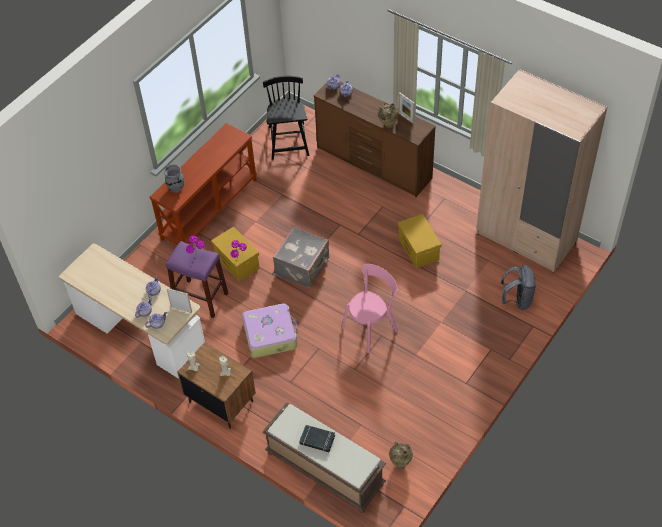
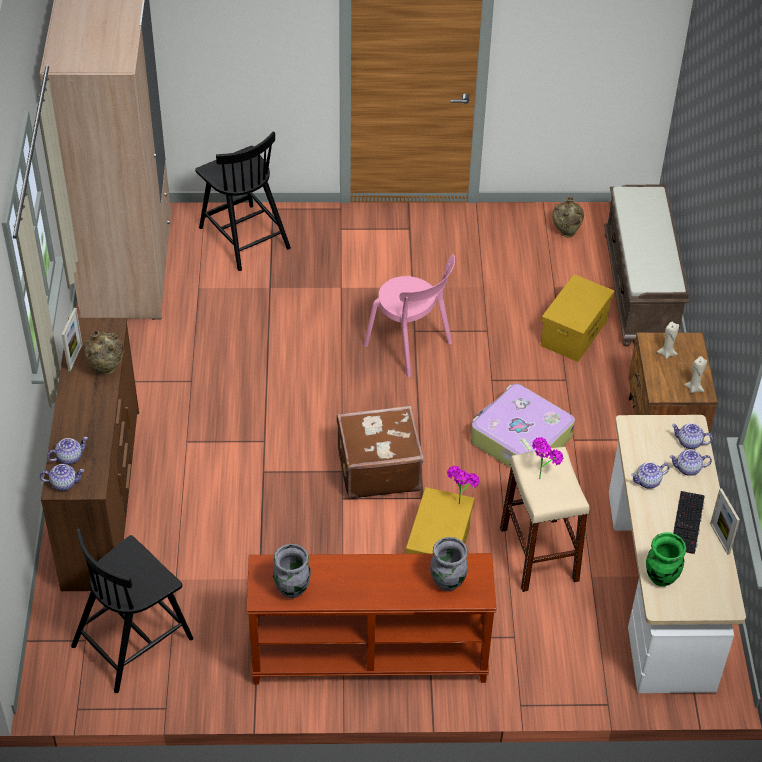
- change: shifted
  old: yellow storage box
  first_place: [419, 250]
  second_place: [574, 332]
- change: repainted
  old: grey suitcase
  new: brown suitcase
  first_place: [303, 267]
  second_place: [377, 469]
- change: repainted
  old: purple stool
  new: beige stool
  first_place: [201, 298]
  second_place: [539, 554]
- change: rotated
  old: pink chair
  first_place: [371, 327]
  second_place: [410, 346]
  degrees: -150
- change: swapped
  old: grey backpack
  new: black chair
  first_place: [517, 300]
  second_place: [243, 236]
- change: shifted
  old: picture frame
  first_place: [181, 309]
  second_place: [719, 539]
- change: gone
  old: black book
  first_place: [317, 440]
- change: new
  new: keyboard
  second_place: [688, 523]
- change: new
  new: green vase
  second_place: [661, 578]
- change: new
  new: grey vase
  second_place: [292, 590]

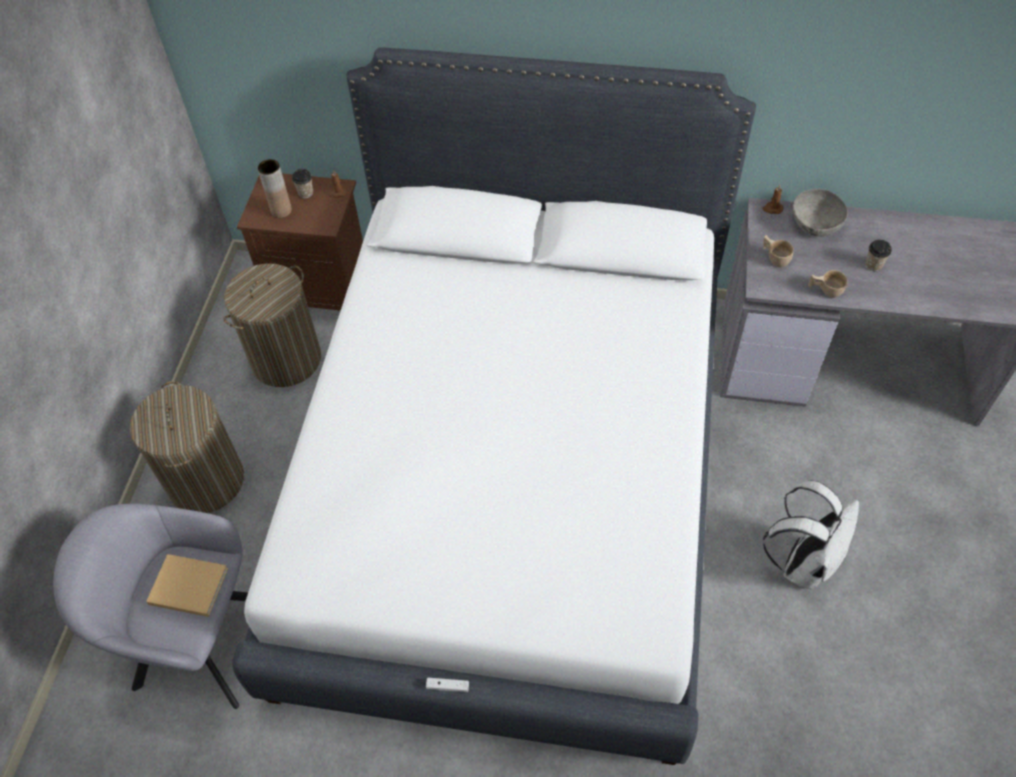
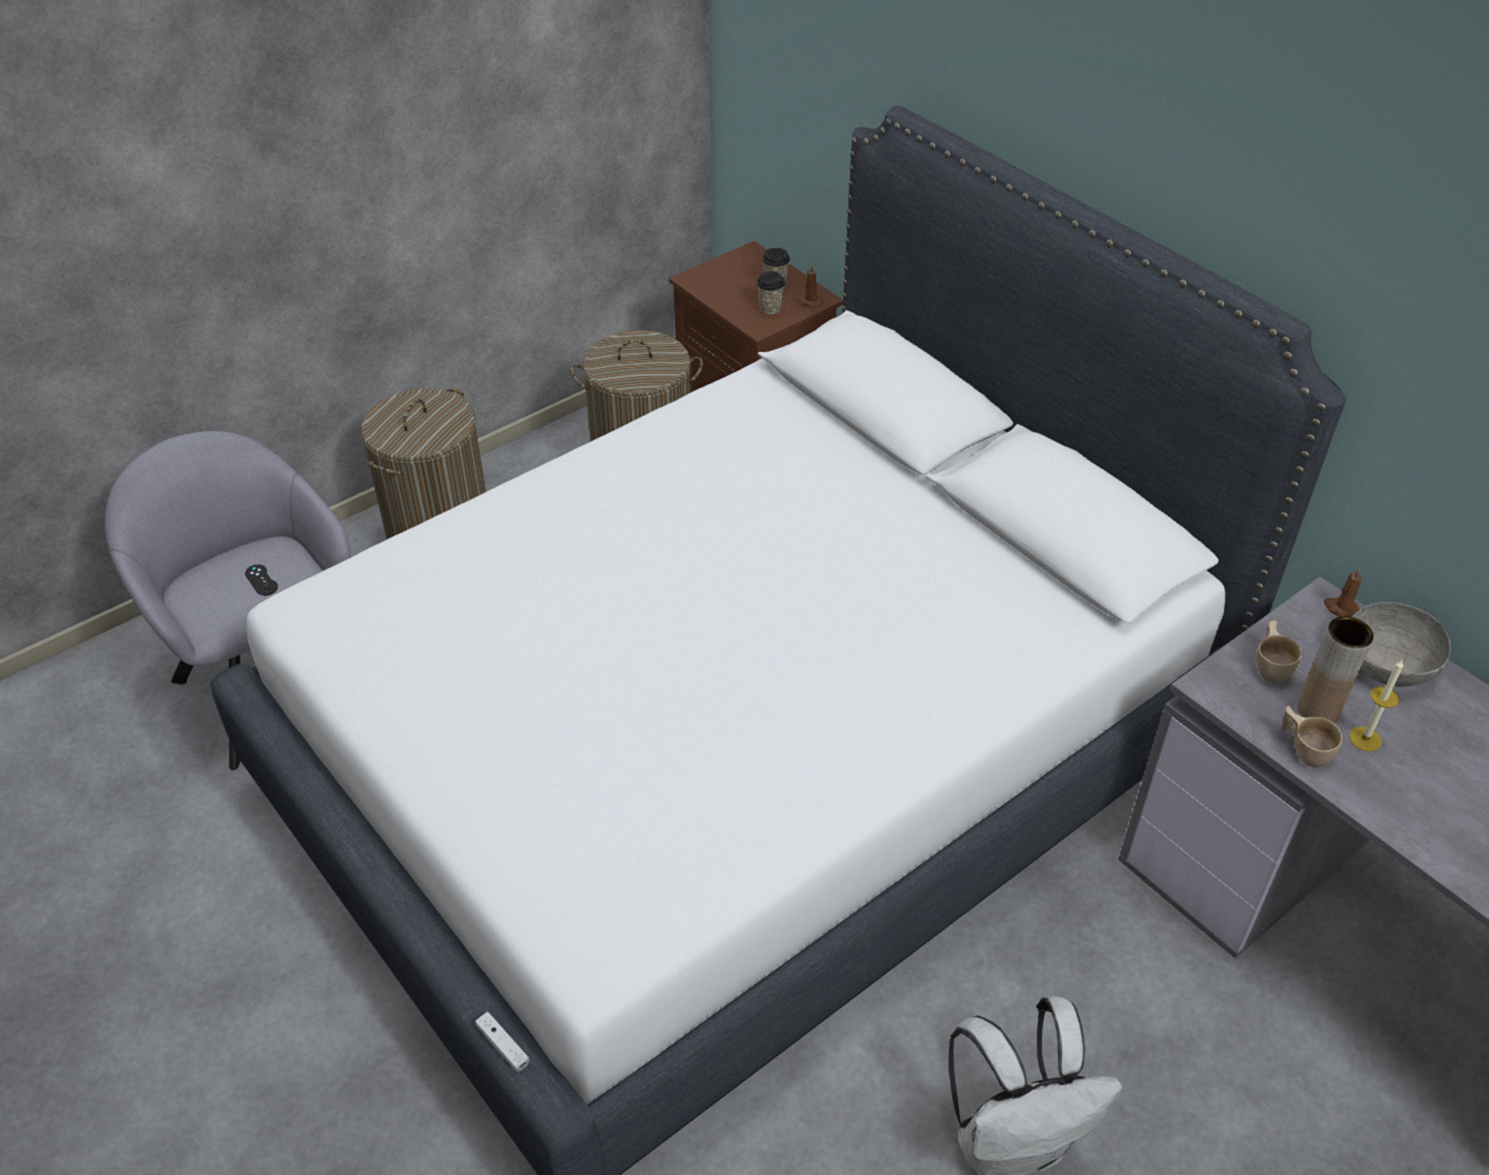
- change: shifted
  old: brown vase
  first_place: [281, 211]
  second_place: [1317, 710]
- change: shifted
  old: cup
  first_place: [873, 265]
  second_place: [770, 308]
- change: swapped
  old: beige book
  new: black game controller
  first_place: [186, 586]
  second_place: [261, 580]
- change: shifted
  old: white game controller
  first_place: [447, 686]
  second_place: [503, 1046]
- change: new
  new: candle
  second_place: [1365, 739]

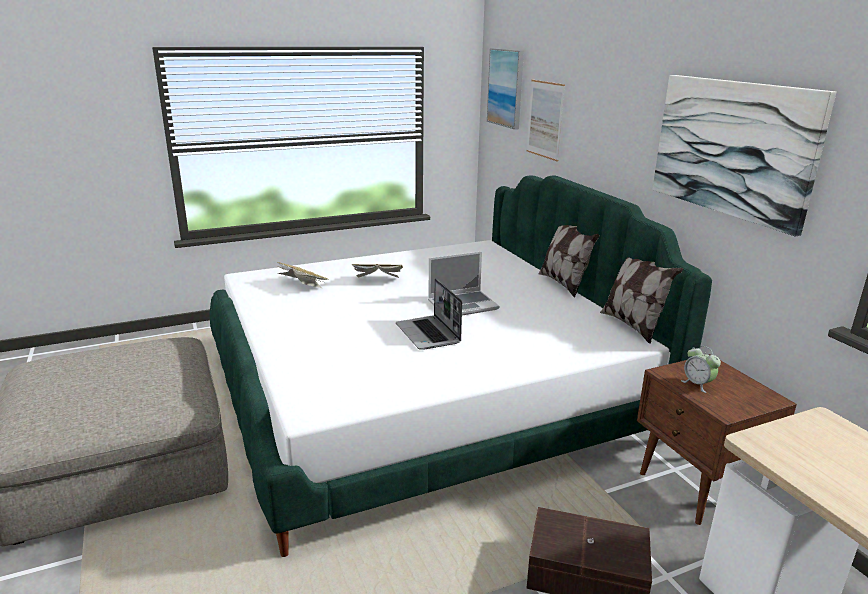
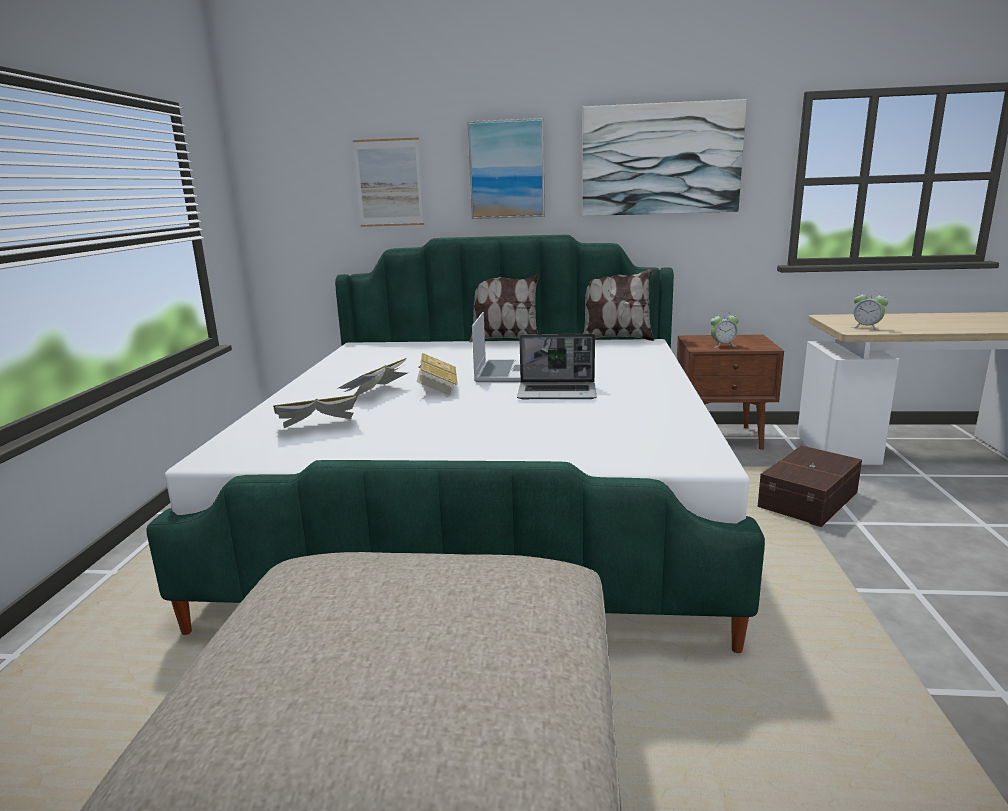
- change: shifted
  old: picture
  first_place: [506, 88]
  second_place: [507, 169]
- change: new
  new: alarm clock
  second_place: [866, 327]
- change: new
  new: book
  second_place: [437, 388]

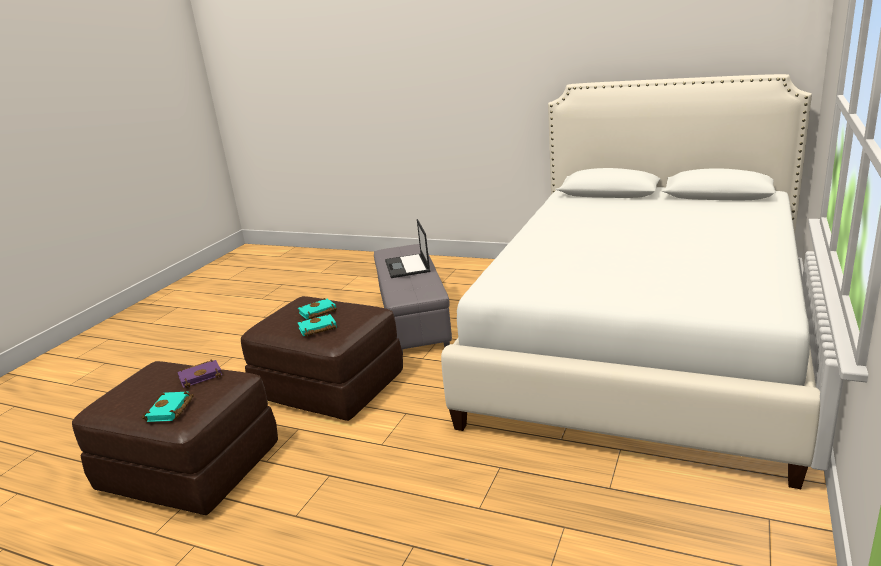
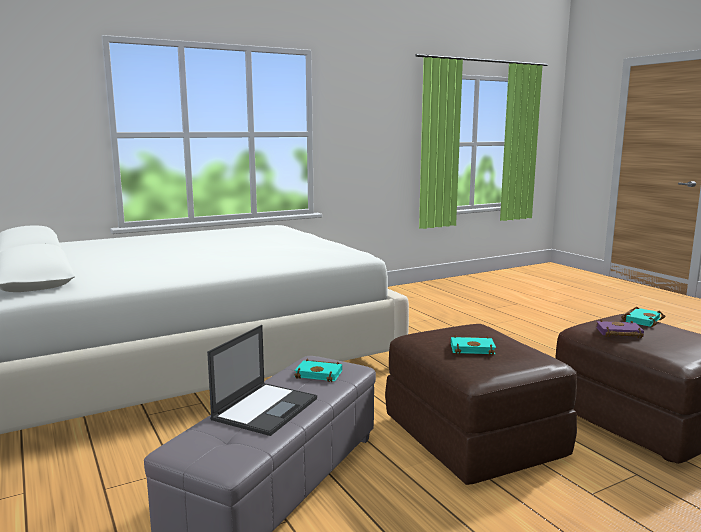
- change: shifted
  old: turquoise book
  first_place: [317, 329]
  second_place: [320, 374]

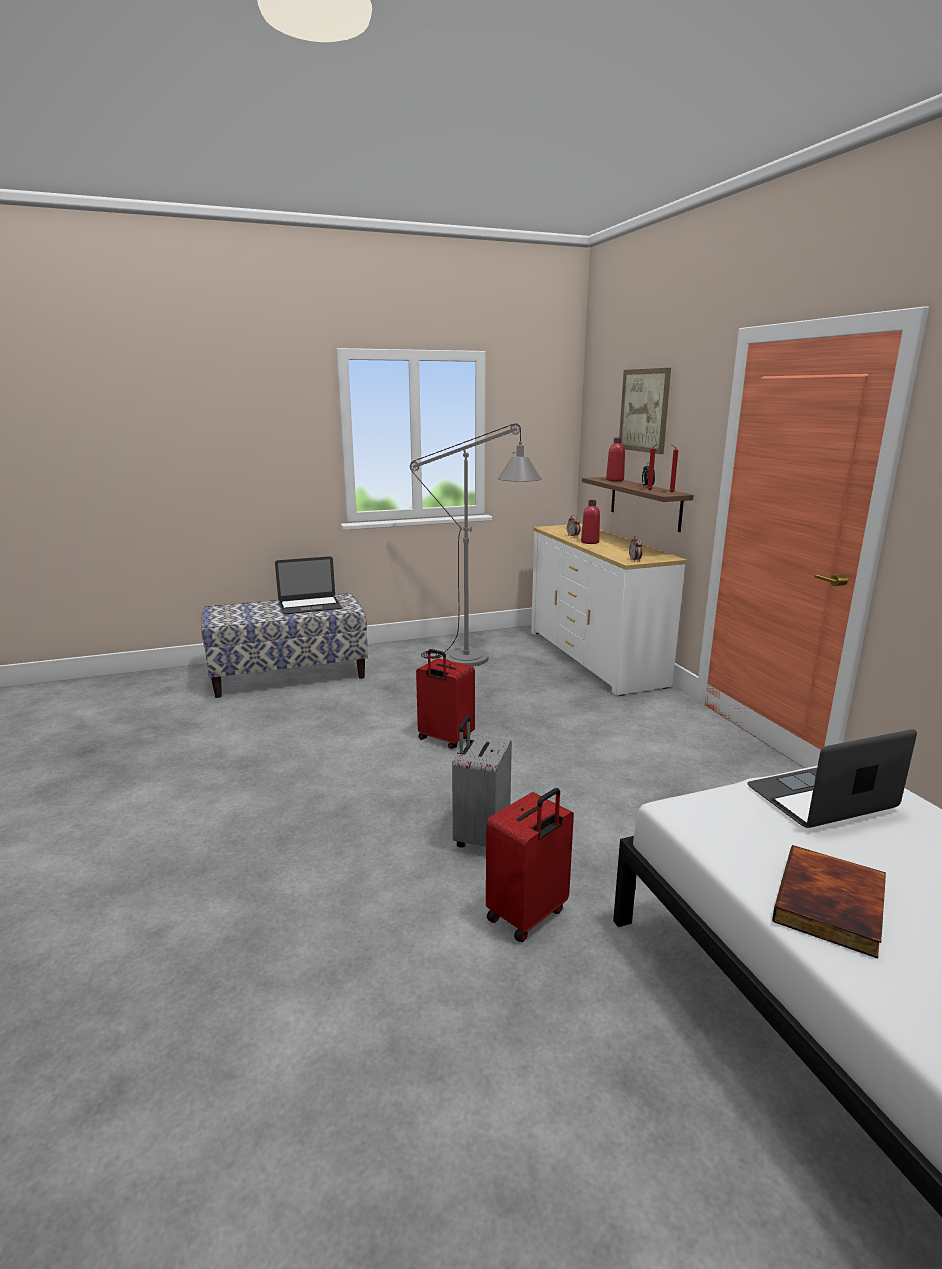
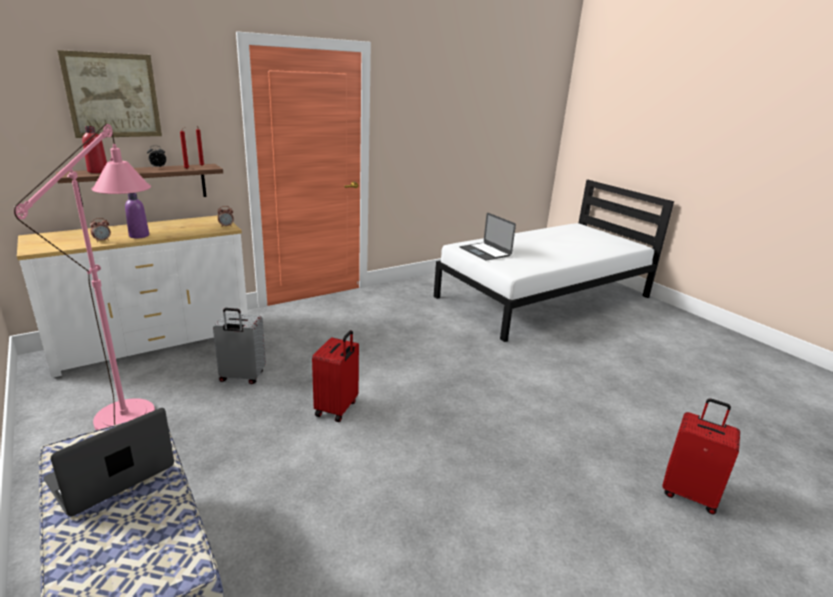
- change: repainted
  old: grey floor lamp
  new: pink floor lamp
  first_place: [479, 660]
  second_place: [134, 408]
- change: repainted
  old: red bottle
  new: purple bottle
  first_place: [590, 542]
  second_place: [139, 236]
- change: rotated
  old: laptop
  first_place: [310, 605]
  second_place: [111, 473]
  degrees: -105
- change: shifted
  old: grey suitcase
  first_place: [480, 836]
  second_place: [242, 377]
- change: shifted
  old: red suitcase
  first_place: [528, 915]
  second_place: [689, 494]
- change: gone
  old: book
  first_place: [832, 905]

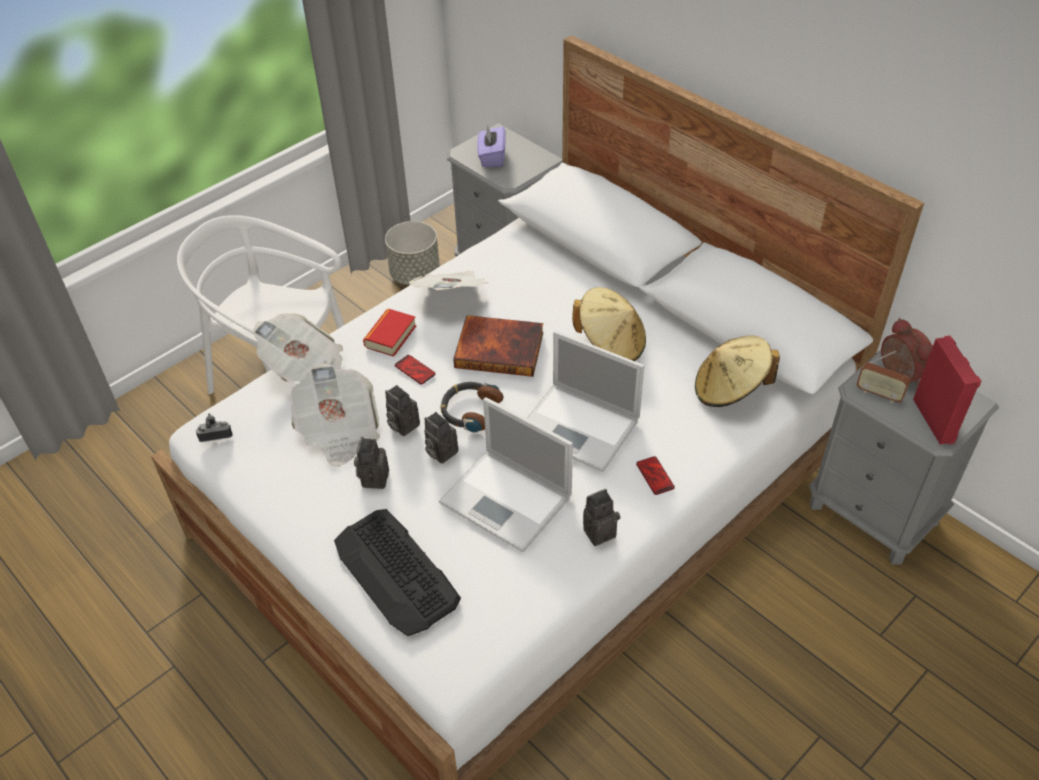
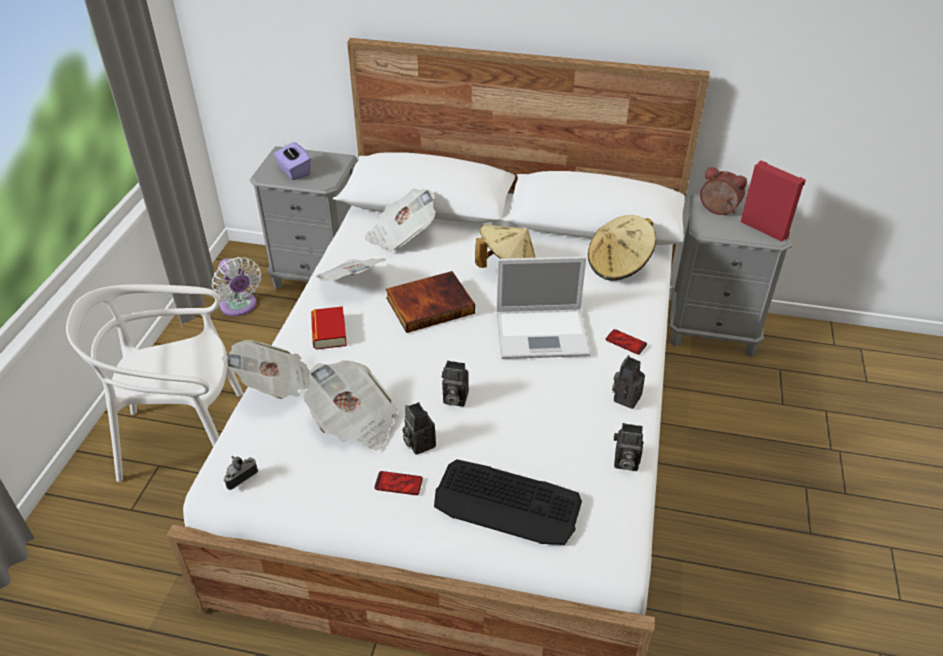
- change: swapped
  old: grey planter
  new: white fan
  first_place: [415, 274]
  second_place: [240, 307]
- change: gone
  old: radio
  first_place: [879, 394]
- change: shifted
  old: phone
  first_place: [415, 370]
  second_place: [398, 484]
- change: gone
  old: headphones
  first_place: [470, 410]
- change: shifted
  old: photo camera
  first_place: [402, 425]
  second_place: [624, 462]
- change: gone
  old: laptop
  first_place: [508, 500]
- change: new
  new: newspaper
  second_place: [401, 235]

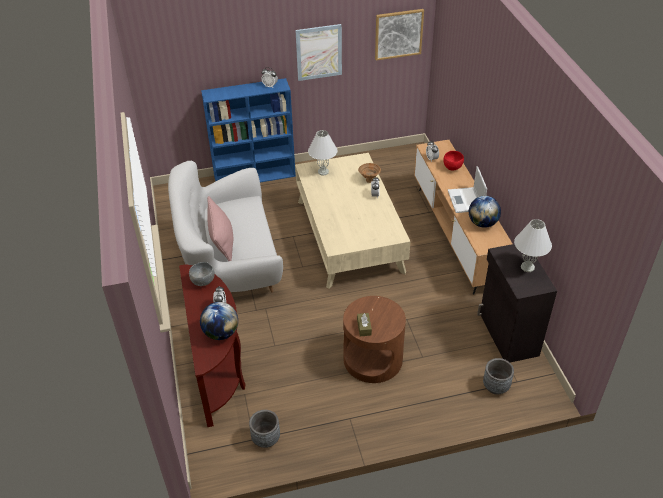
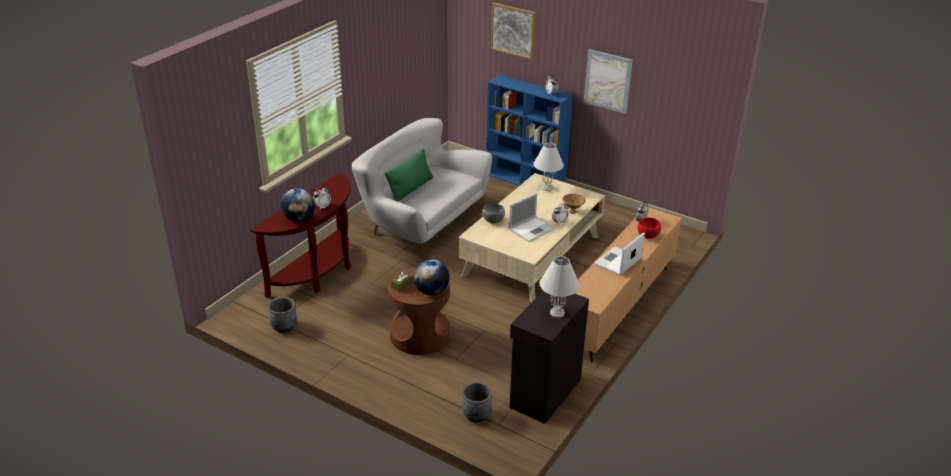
- change: shifted
  old: picture
  first_place: [398, 34]
  second_place: [513, 30]
- change: repainted
  old: pink pillow
  new: green pillow
  first_place: [222, 241]
  second_place: [410, 189]
- change: shifted
  old: globe
  first_place: [482, 223]
  second_place: [431, 291]
- change: shifted
  old: grey bowl
  first_place: [203, 282]
  second_place: [493, 221]
- change: new
  new: laptop
  second_place: [532, 229]

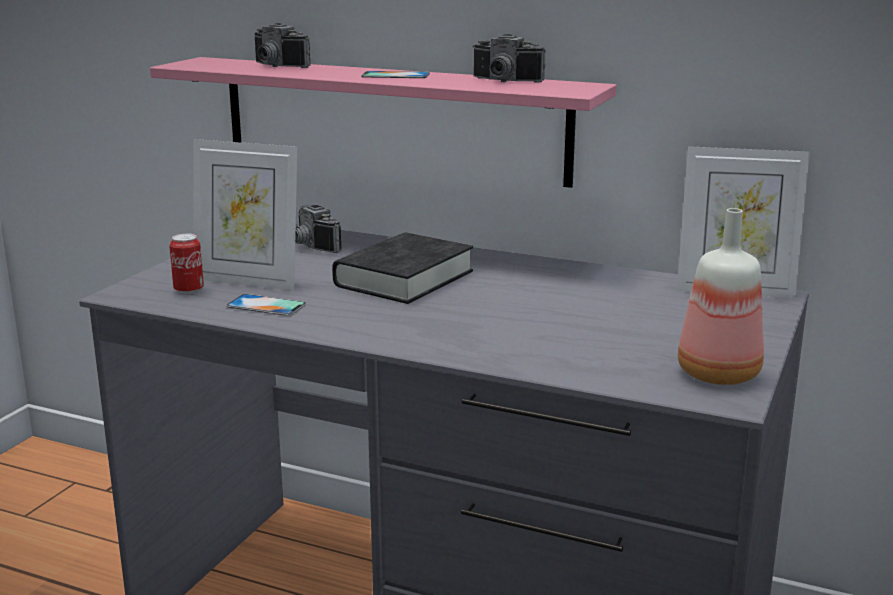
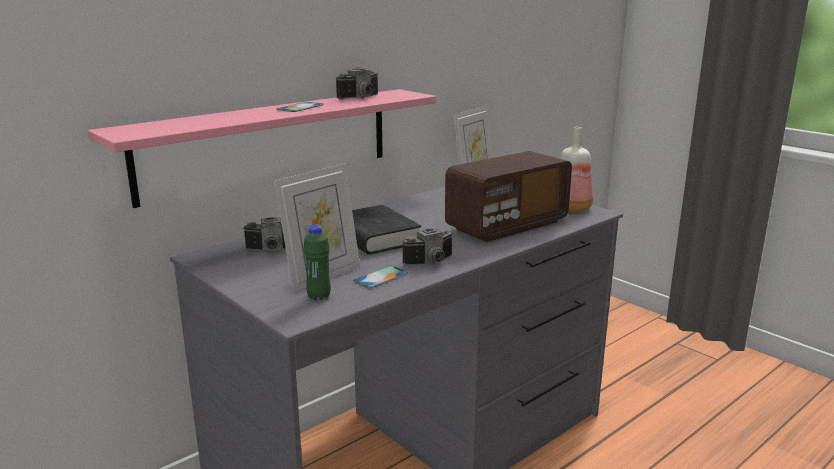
- change: shifted
  old: photo camera
  first_place: [275, 66]
  second_place: [432, 262]
- change: swapped
  old: can
  new: green bottle
  first_place: [189, 290]
  second_place: [319, 296]
- change: new
  new: radio
  second_place: [507, 225]

